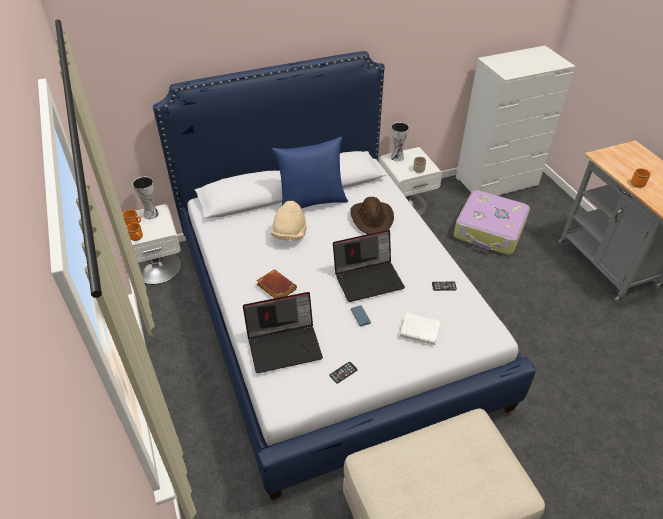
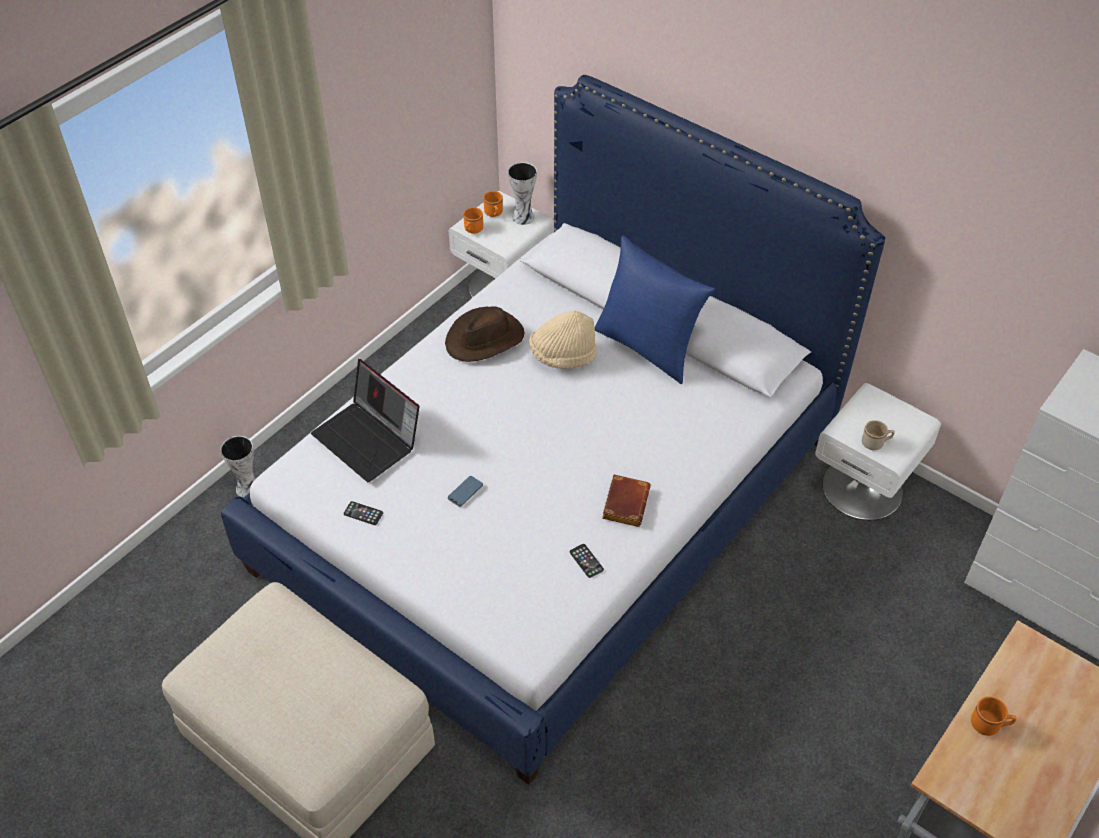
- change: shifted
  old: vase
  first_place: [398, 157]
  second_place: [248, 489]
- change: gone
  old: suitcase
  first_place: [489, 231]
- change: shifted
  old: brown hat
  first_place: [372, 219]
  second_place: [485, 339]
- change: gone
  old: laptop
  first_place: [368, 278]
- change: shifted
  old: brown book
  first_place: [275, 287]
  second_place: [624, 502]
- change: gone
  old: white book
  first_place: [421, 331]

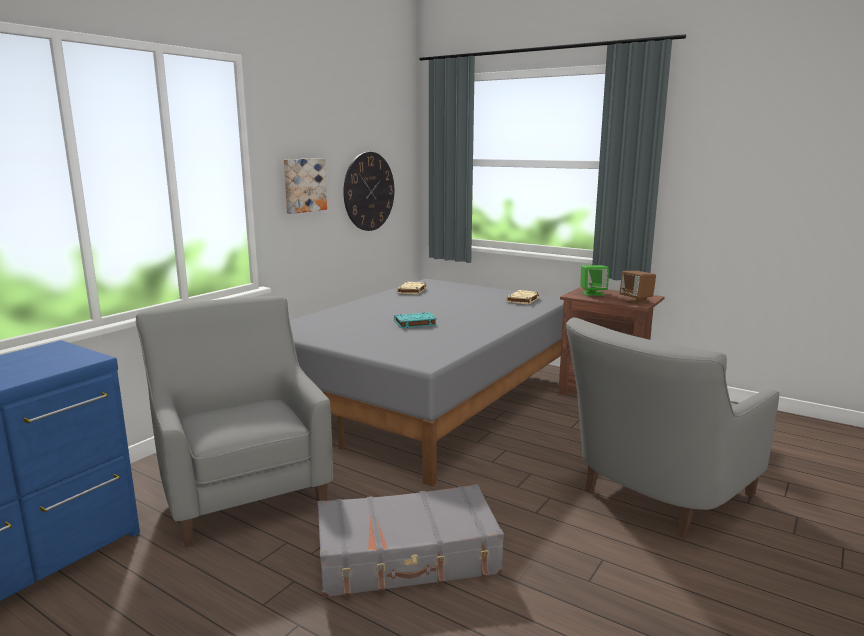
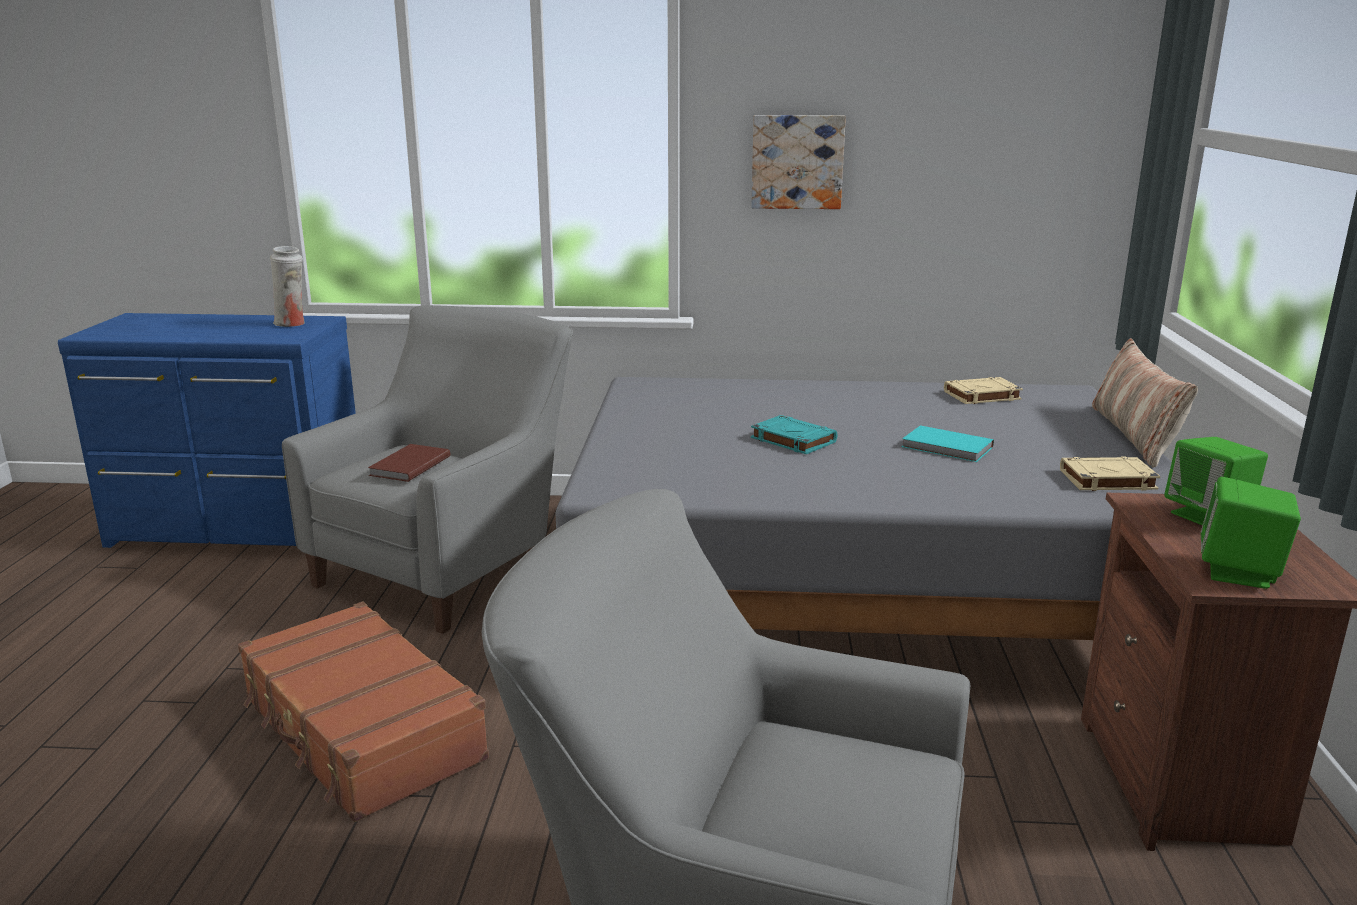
- change: gone
  old: wall clock
  first_place: [369, 191]
- change: repainted
  old: brown speaker
  new: green speaker
  first_place: [636, 301]
  second_place: [1239, 573]
- change: repainted
  old: grey suitcase
  new: brown suitcase
  first_place: [408, 557]
  second_place: [361, 730]
- change: new
  new: white vase
  second_place: [292, 324]
- change: new
  new: pillow
  second_place: [1135, 435]
- change: new
  new: turquoise book
  second_place: [947, 447]
- change: new
  new: brown book
  second_place: [408, 466]

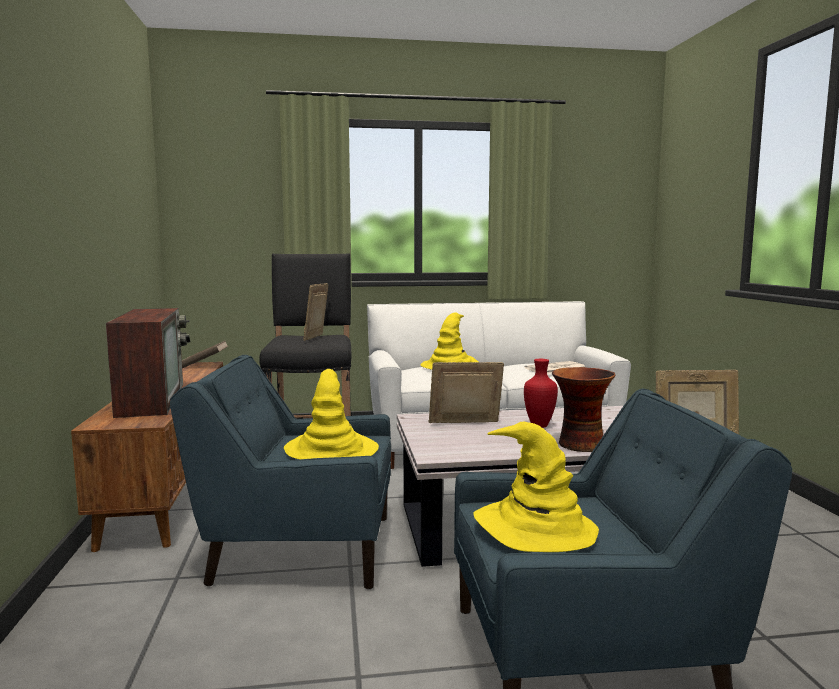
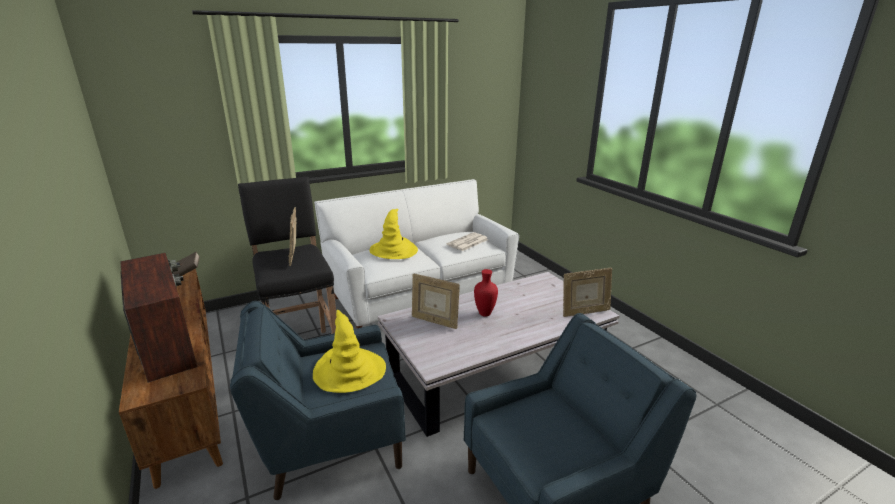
- change: rotated
  old: picture frame
  first_place: [465, 424]
  second_place: [434, 321]
  degrees: -120
- change: gone
  old: vase
  first_place: [579, 445]
- change: gone
  old: yellow hat
  first_place: [534, 528]

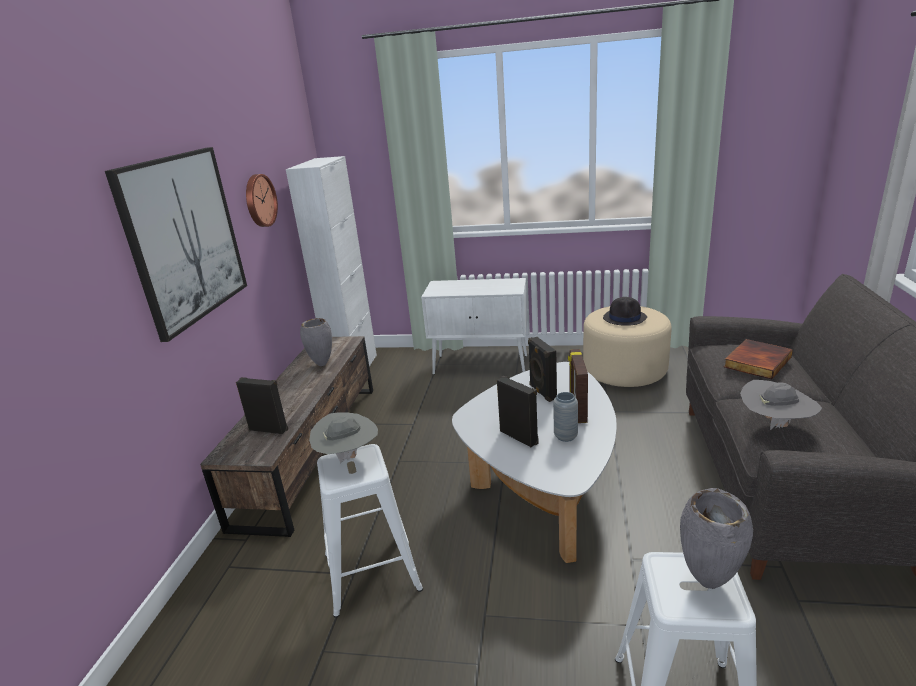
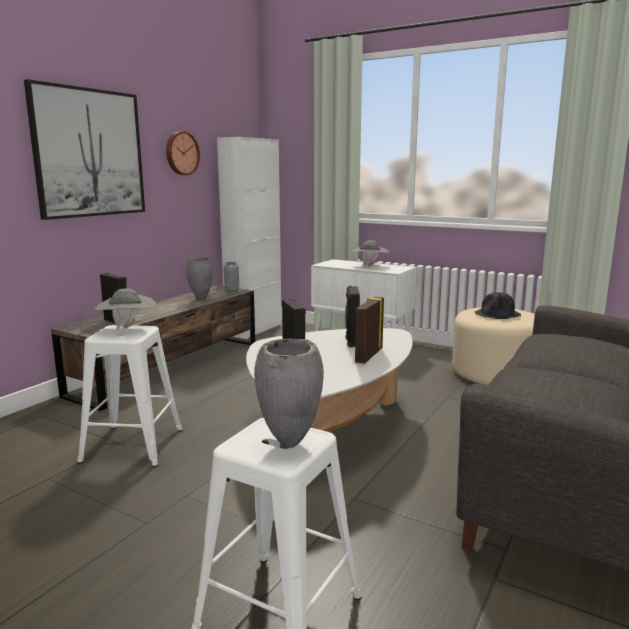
- change: gone
  old: book
  first_place: [756, 361]
- change: shifted
  old: grey hat
  first_place: [775, 425]
  second_place: [370, 266]
- change: shifted
  old: grey vase
  first_place: [565, 436]
  second_place: [232, 291]

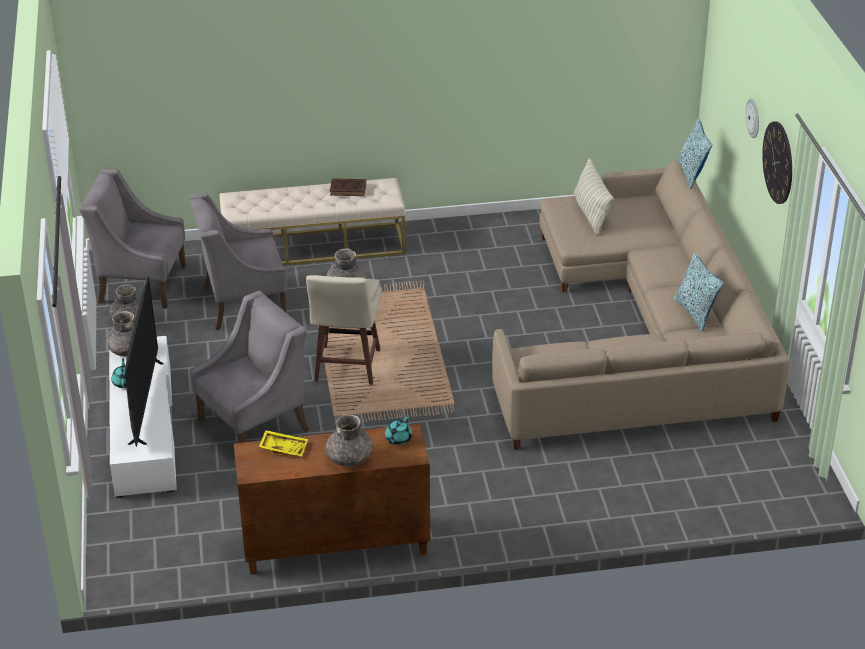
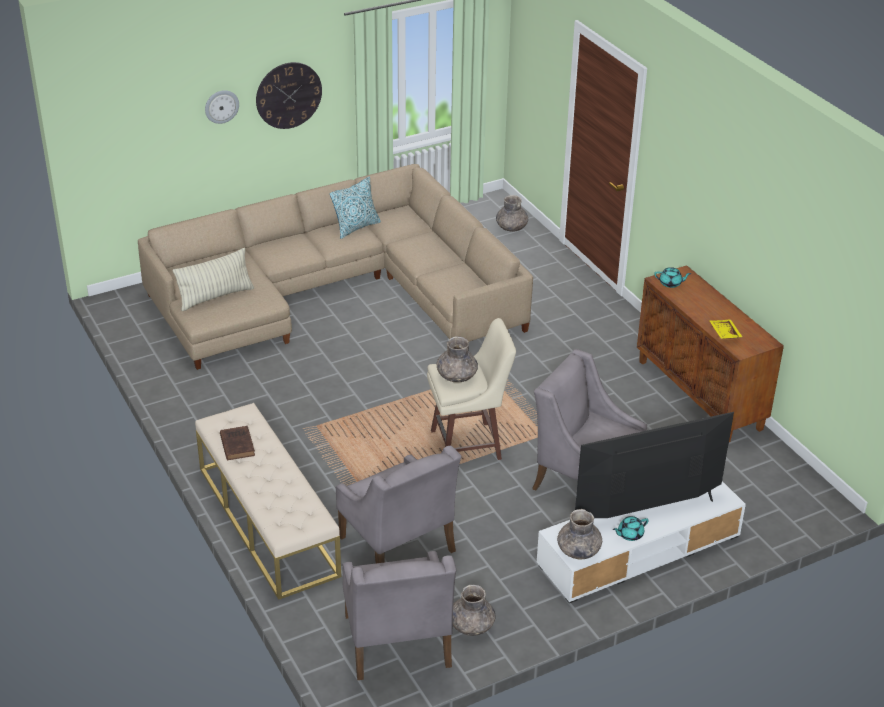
- change: gone
  old: pillow
  first_place: [691, 174]
- change: shifted
  old: grey vase
  first_place: [349, 458]
  second_place: [511, 227]

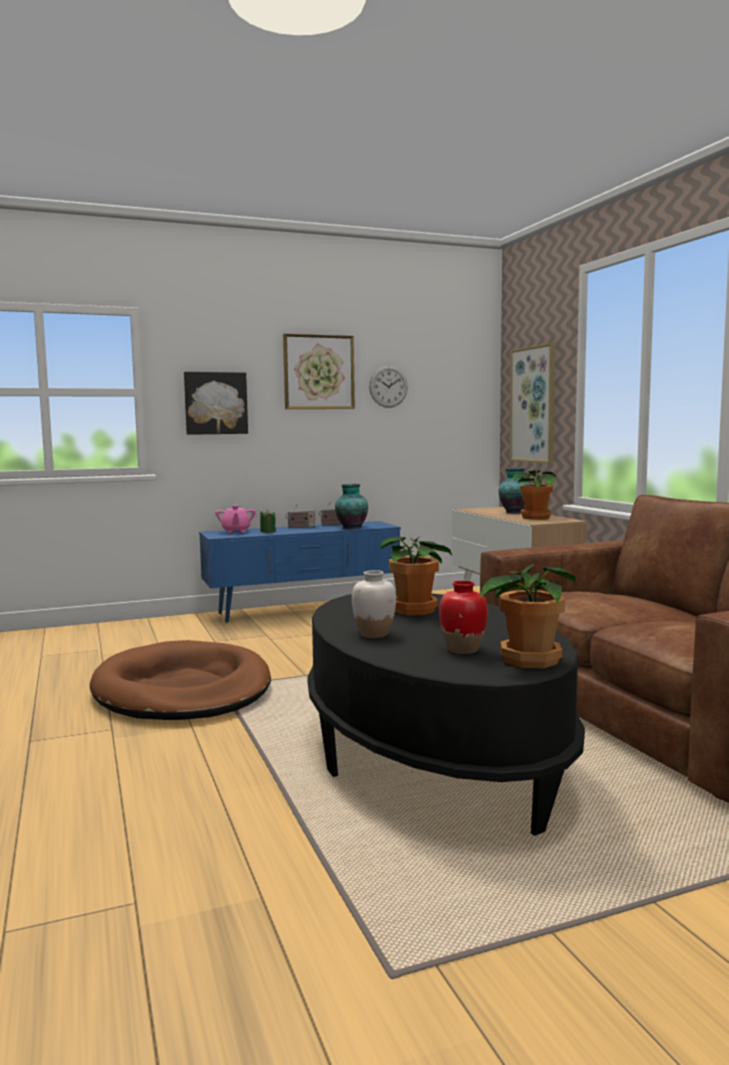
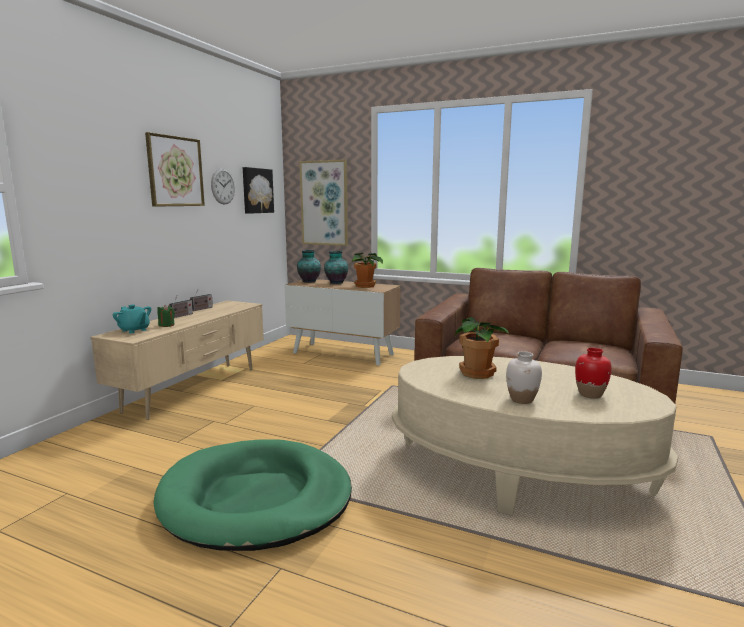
- change: shifted
  old: picture
  first_place: [215, 403]
  second_place: [257, 190]
- change: shifted
  old: vase
  first_place: [351, 528]
  second_place: [309, 281]
- change: repainted
  old: pink teapot
  new: turquoise teapot
  first_place: [236, 531]
  second_place: [134, 330]
- change: repainted
  old: blue tv stand
  new: beige tv stand
  first_place: [303, 610]
  second_place: [194, 389]
- change: gone
  old: potted plant
  first_place: [527, 660]
- change: repainted
  old: black coffee table
  new: beige coffee table
  first_place: [432, 756]
  second_place: [518, 472]
- change: repainted
  old: brown dog bed
  new: green dog bed
  first_place: [183, 690]
  second_place: [256, 499]

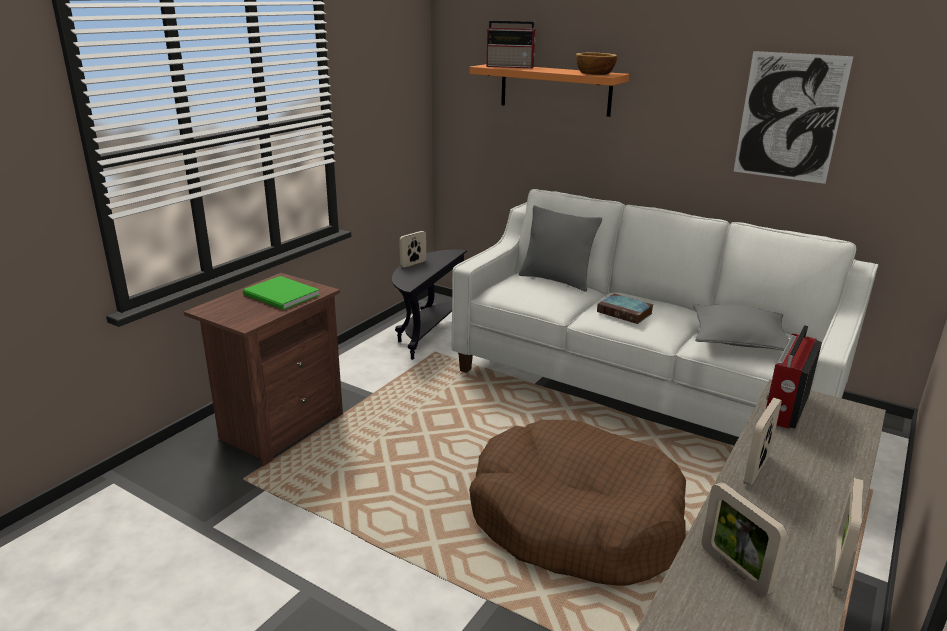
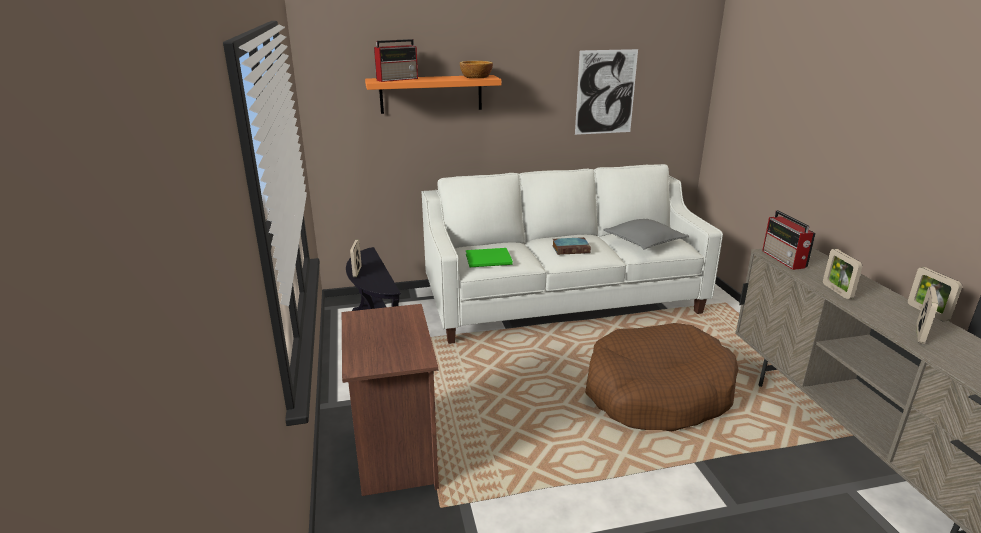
- change: gone
  old: grey pillow
  first_place: [556, 280]
- change: shifted
  old: green book
  first_place: [281, 296]
  second_place: [490, 259]
- change: rotated
  old: picture frame
  first_place: [734, 571]
  second_place: [919, 334]
  degrees: -75

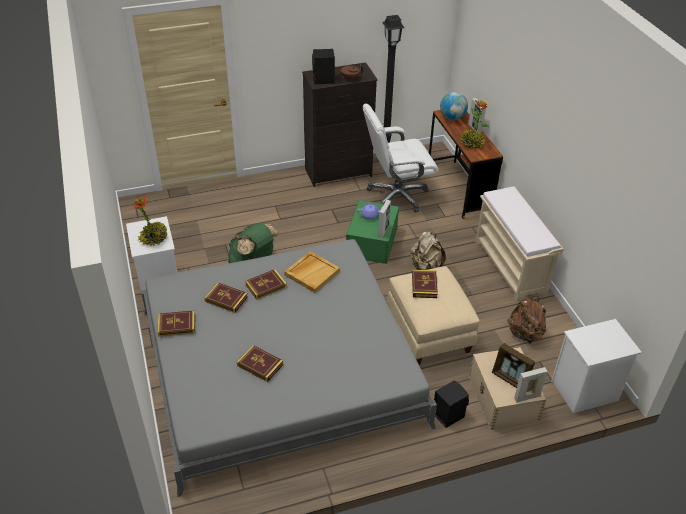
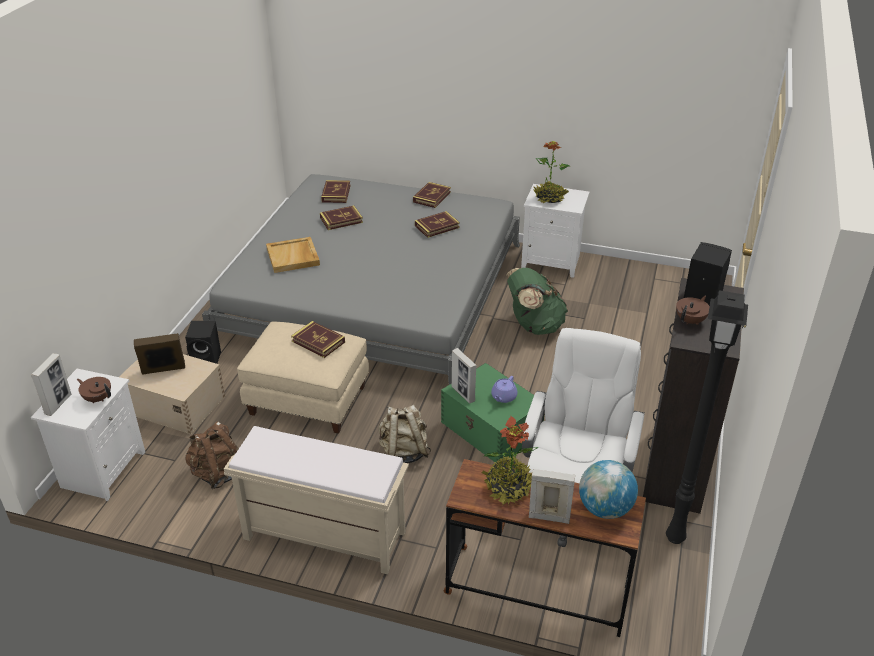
- change: shifted
  old: beige tray
  first_place: [312, 273]
  second_place: [293, 257]
- change: shifted
  old: book
  first_place: [266, 286]
  second_place: [336, 194]
- change: shifted
  old: picture frame
  first_place: [527, 397]
  second_place: [58, 404]
- change: new
  new: brown teapot
  second_place: [98, 398]

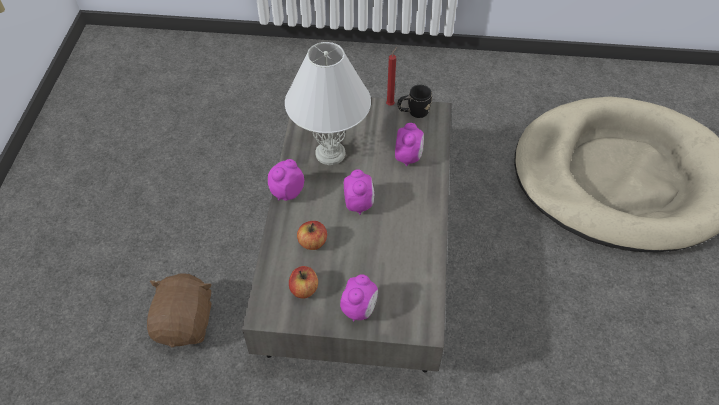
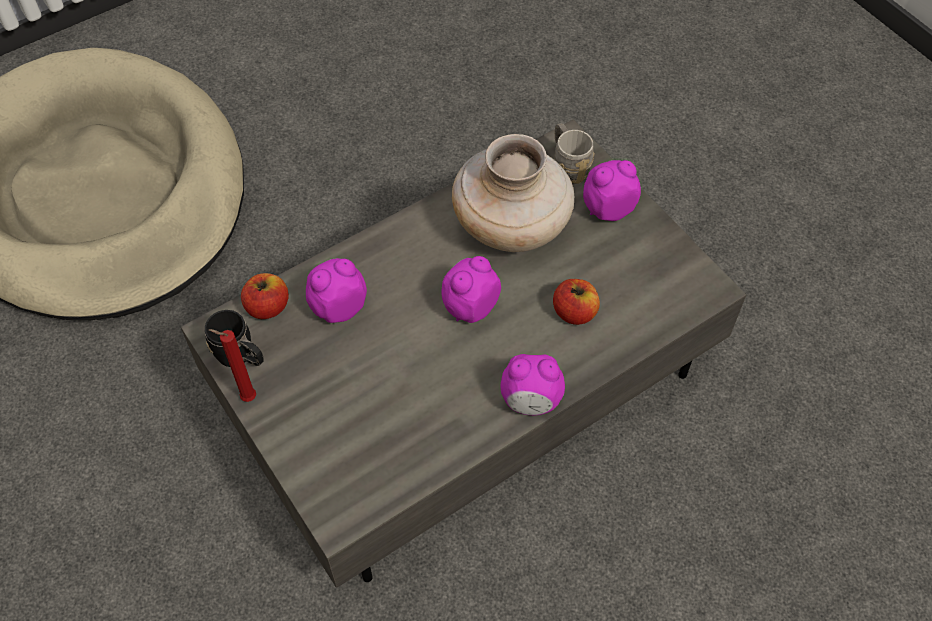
- change: gone
  old: white table lamp
  first_place: [330, 153]
- change: shifted
  old: apple
  first_place: [304, 289]
  second_place: [267, 307]
- change: gone
  old: brown plush toy
  first_place: [185, 322]
- change: new
  new: grey mug
  second_place: [568, 166]
- change: new
  new: beige vase
  second_place: [512, 227]

